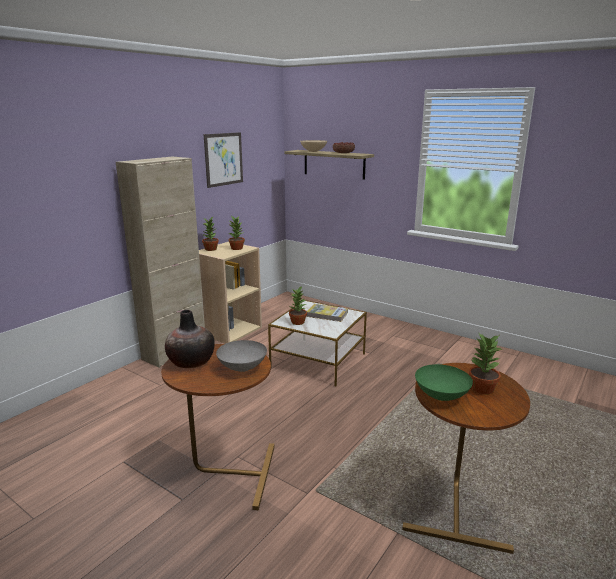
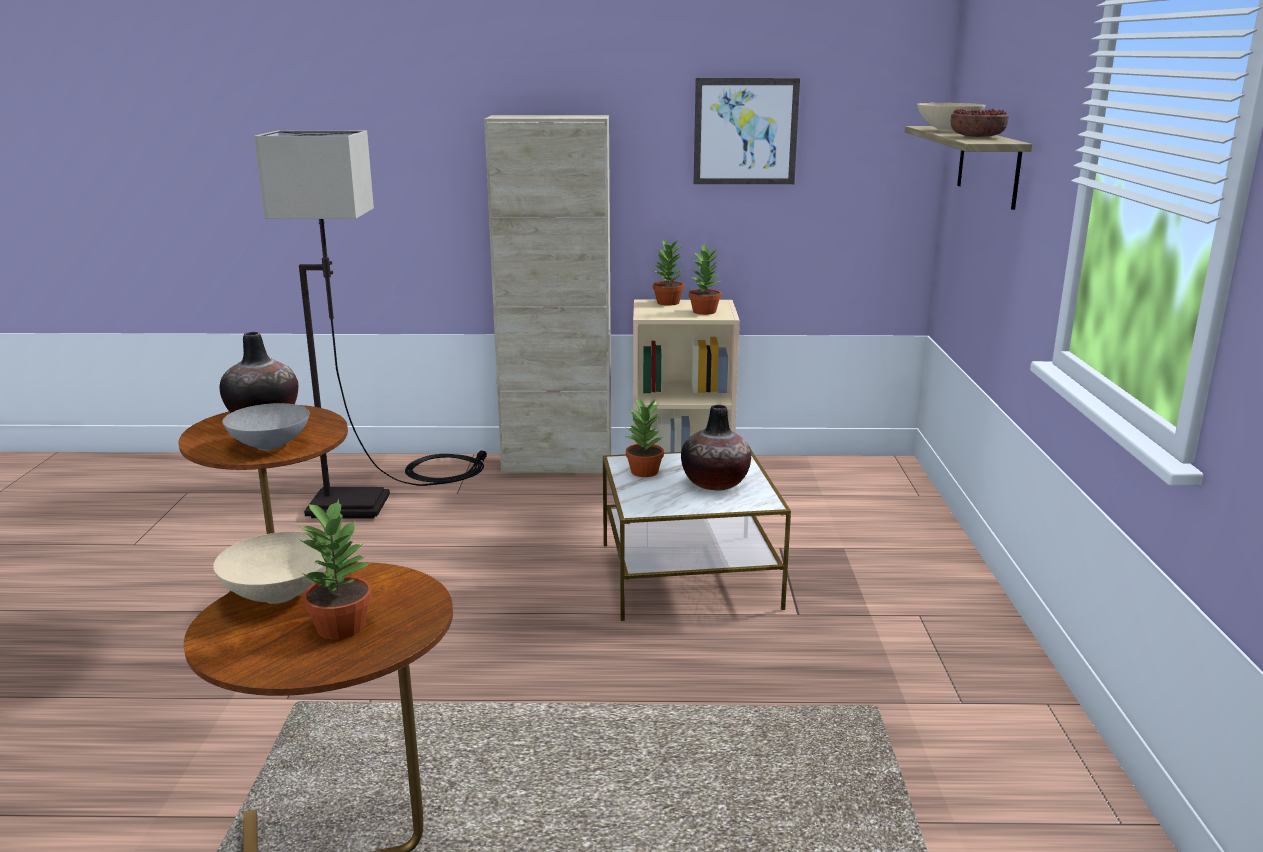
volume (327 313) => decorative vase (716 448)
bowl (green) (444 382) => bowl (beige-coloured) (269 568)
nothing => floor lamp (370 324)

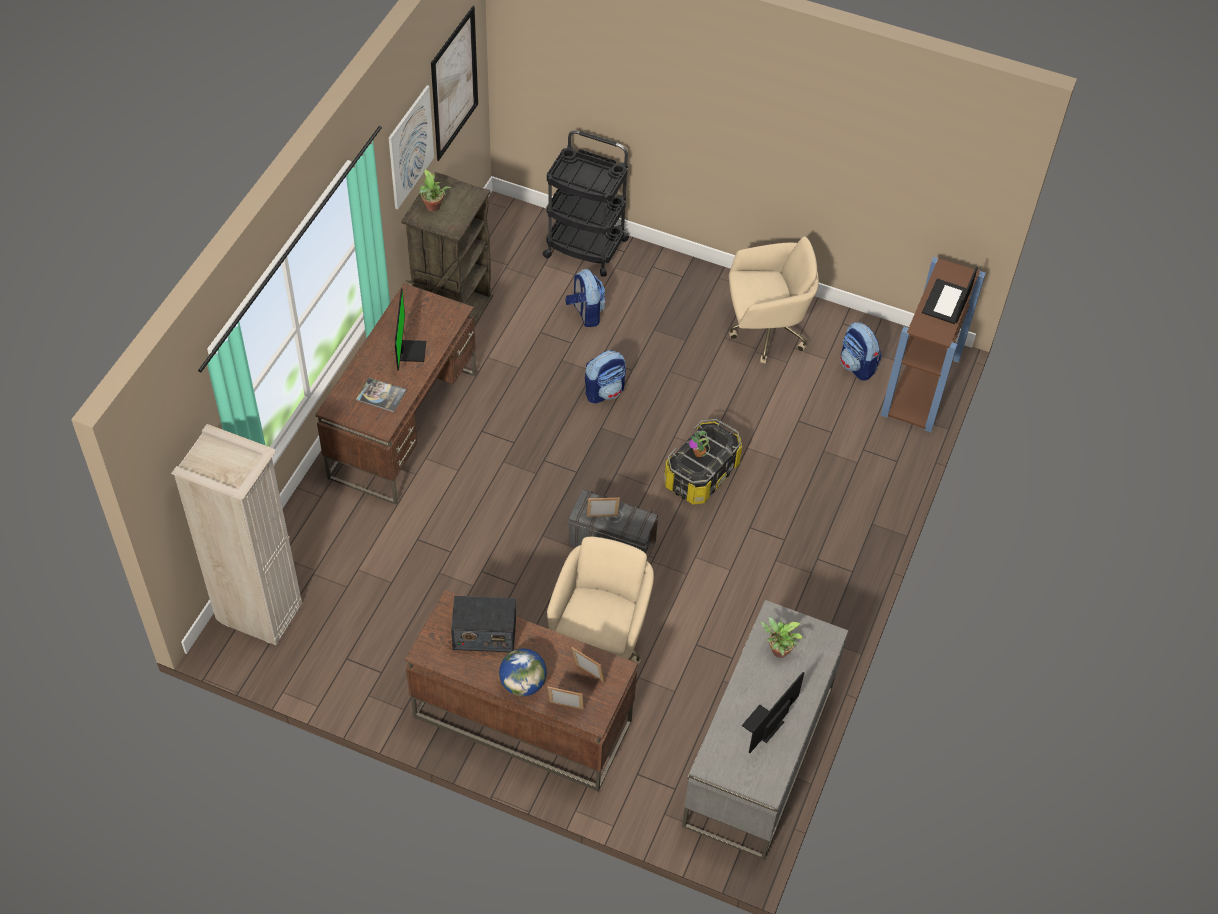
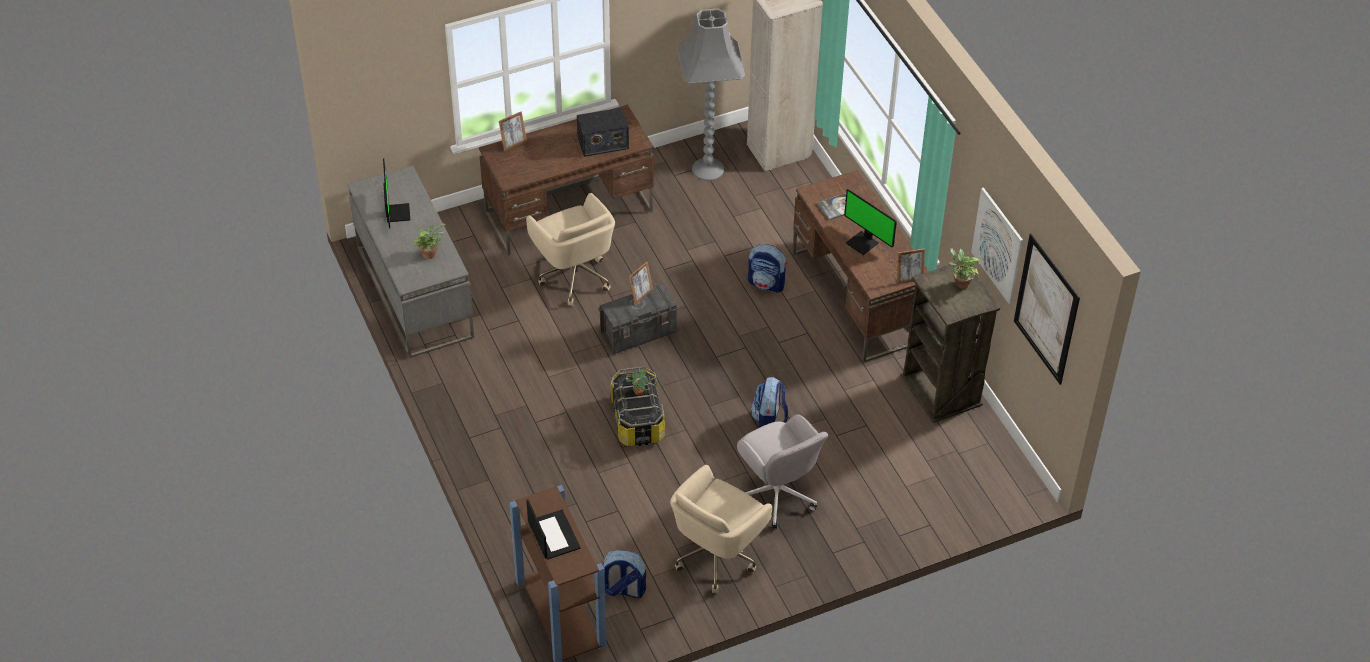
cart (blackish) (586 204) => nothing
backpack (585 298) => backpack (767 268), moved
radio (483 624) => radio (603 132), 150 degrees counterclockwise
picture frame (588 664) => picture frame (911 266), moved
world globe (523 672) => nothing
nothing => floor lamp (gray) (711 95)
nothing => desk chair (gray) (782 471)

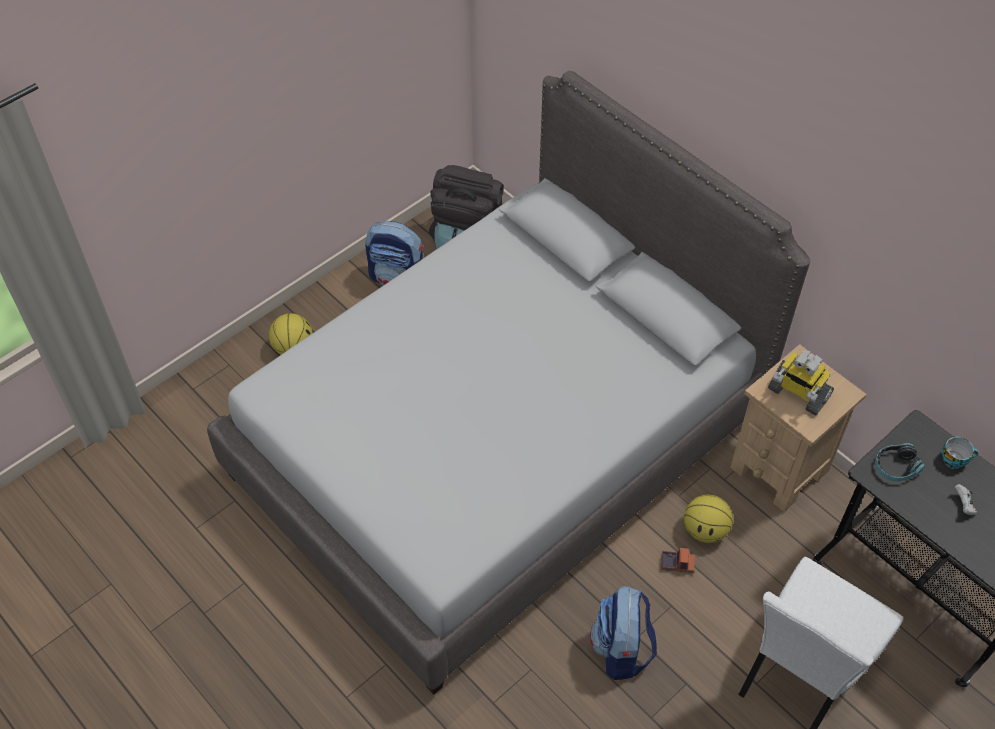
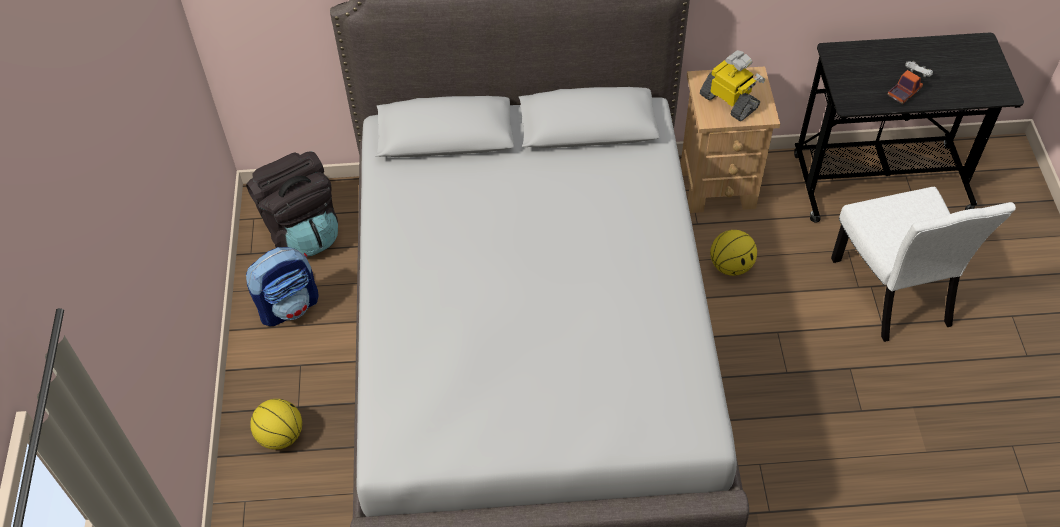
model robot (801 383) => model robot (732 85), 120 degrees counterclockwise
cup (960 453) => nothing
headphones (900 462) => nothing
model truck (678 560) => model truck (905 87), moved
backpack (623 633) => nothing

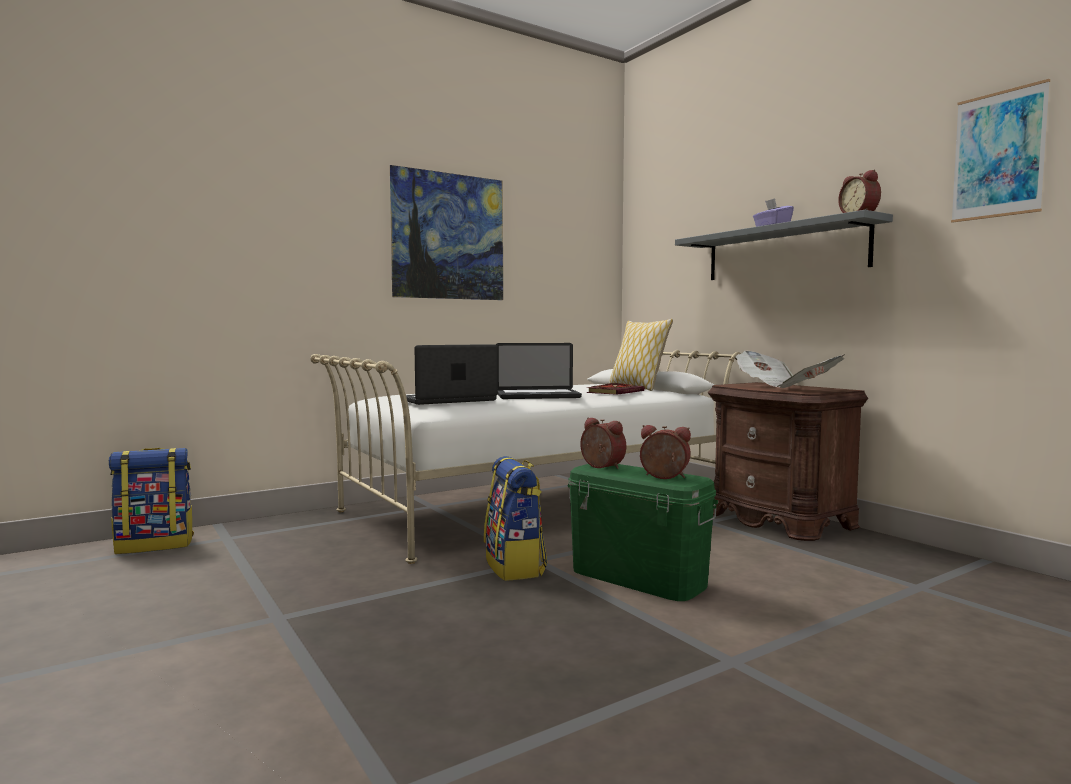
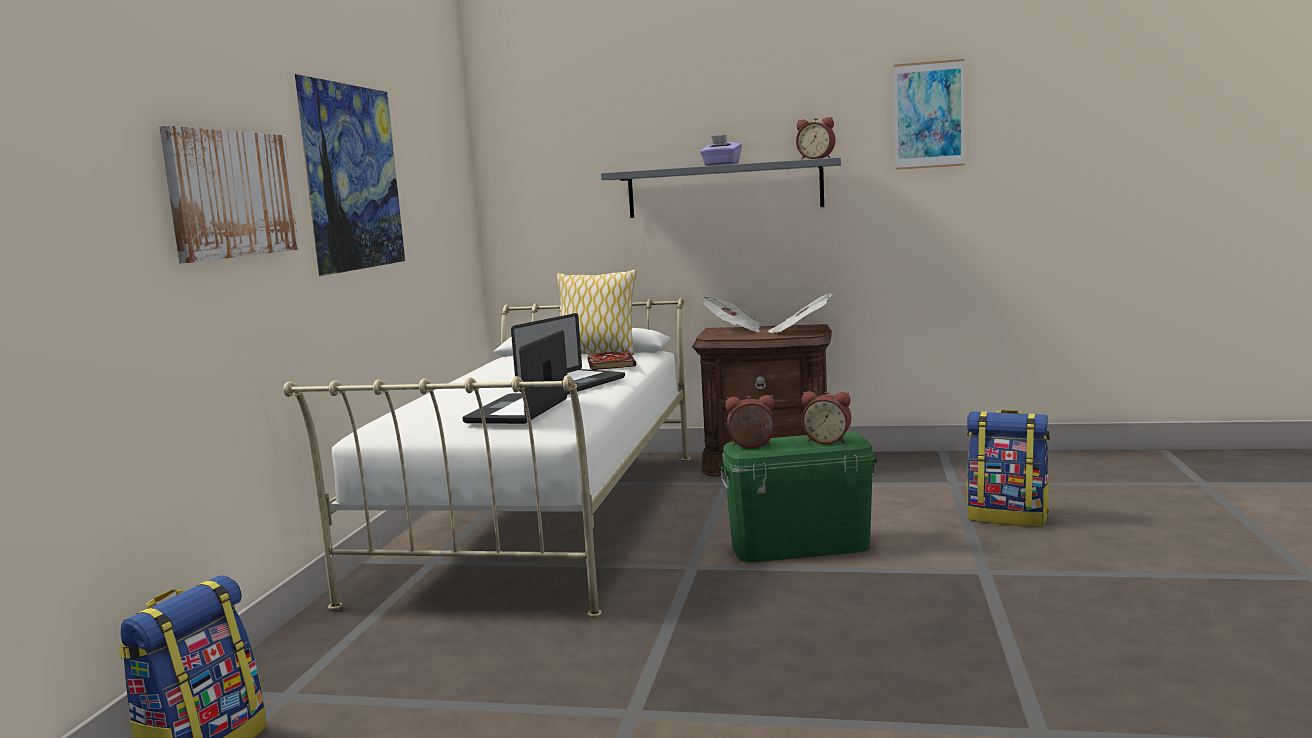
bedside clock (665 452) => bedside clock (826 417), 135 degrees counterclockwise
backpack (516 518) => backpack (1008 468), moved
nothing => wall art (229 194)

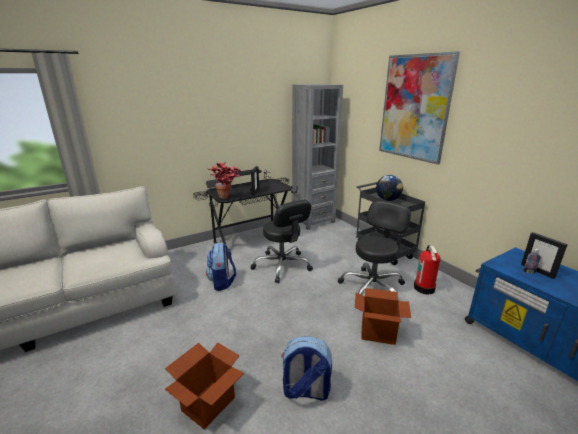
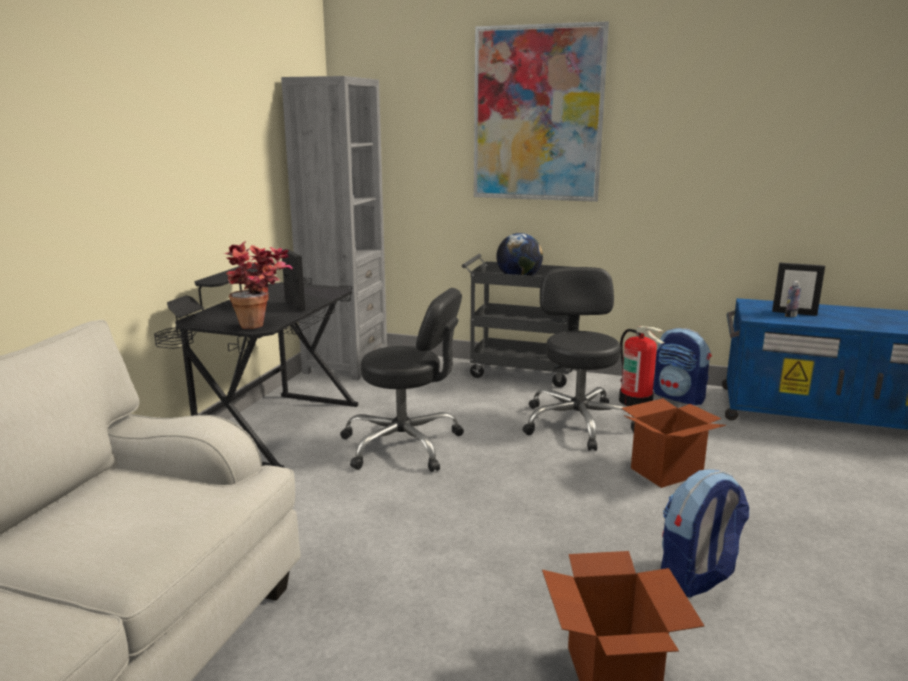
backpack (221 266) => backpack (682 366), moved

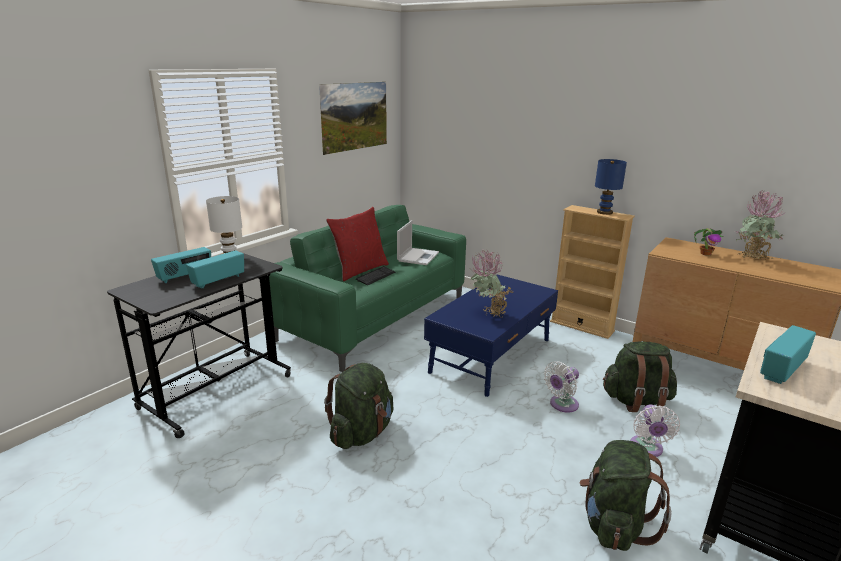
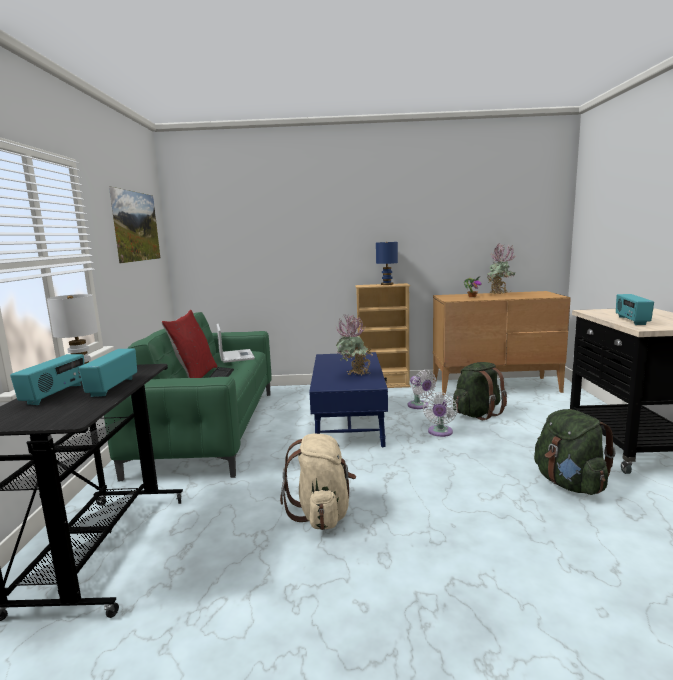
backpack (green) (358 406) => backpack (beige-coloured) (318 481)
cooling fan (whitish) (655 431) => cooling fan (whitish) (422 389), moved

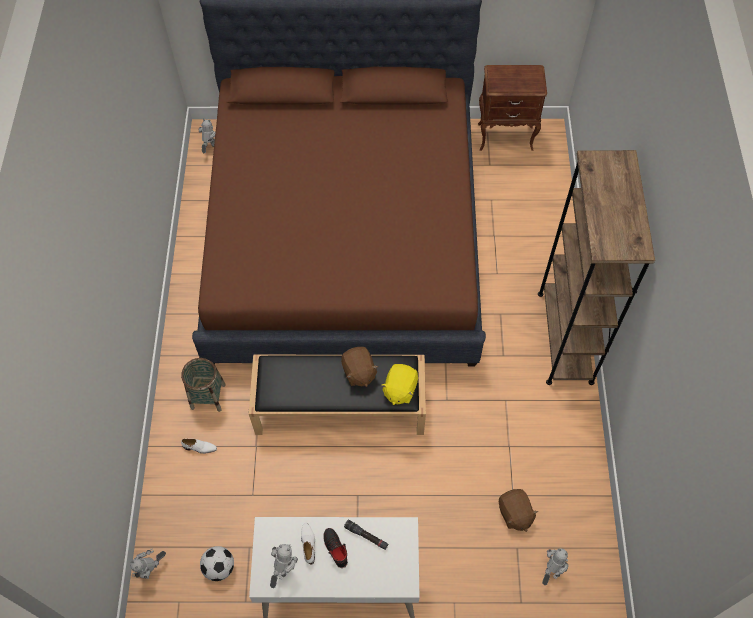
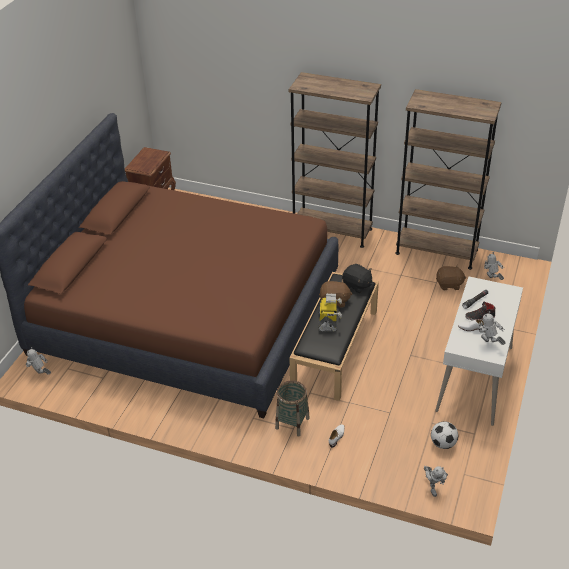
cuddly toy (yellow-coloured) (399 384) => cuddly toy (blackish) (357 278)
nothing => shelving unit (brown) (448 179)
nothing => model robot (330 313)

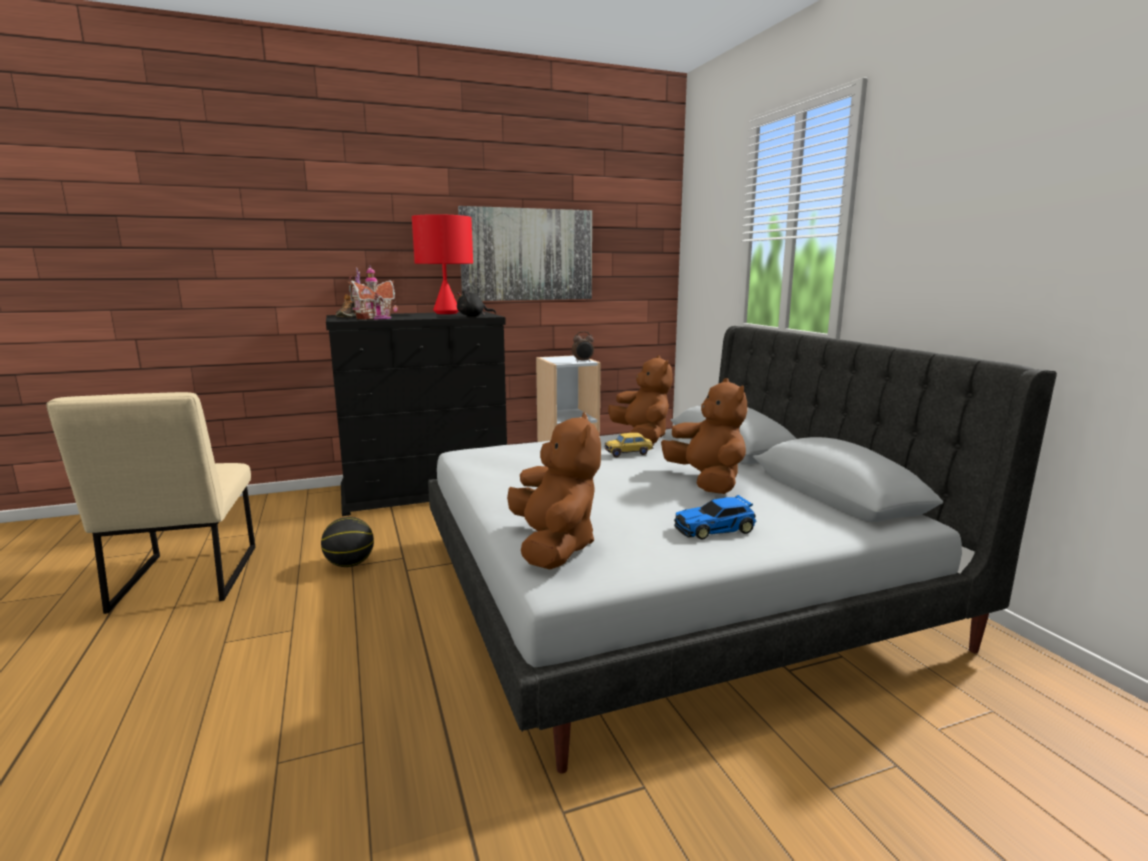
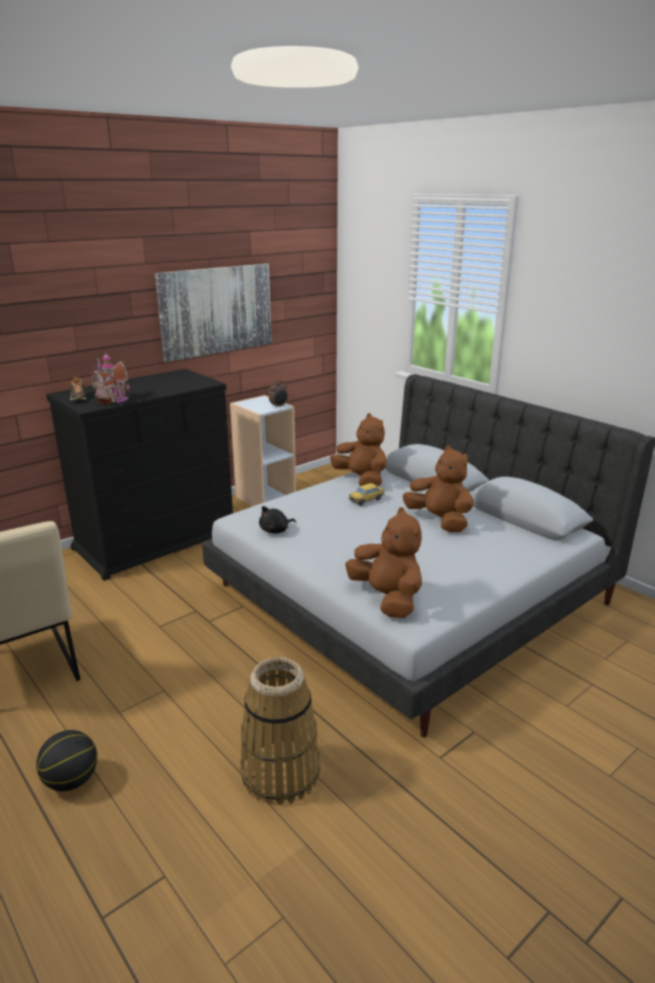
tabletop lamp (red) (442 264) => nothing
cuddly toy (blackish) (476 303) => cuddly toy (blackish) (277 519), moved
miniature car (715 517) => nothing
basketball (347 542) => basketball (66 760), moved
nothing => storage basket (280 731)

